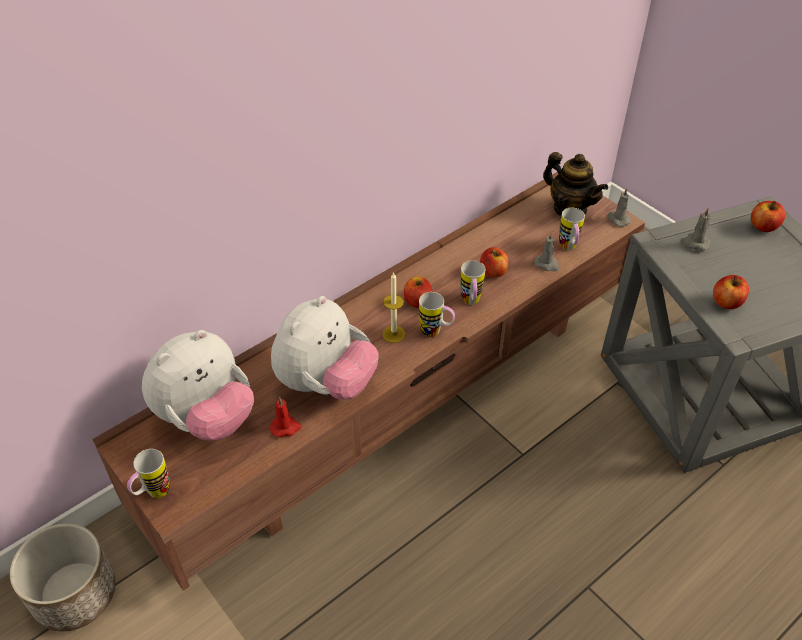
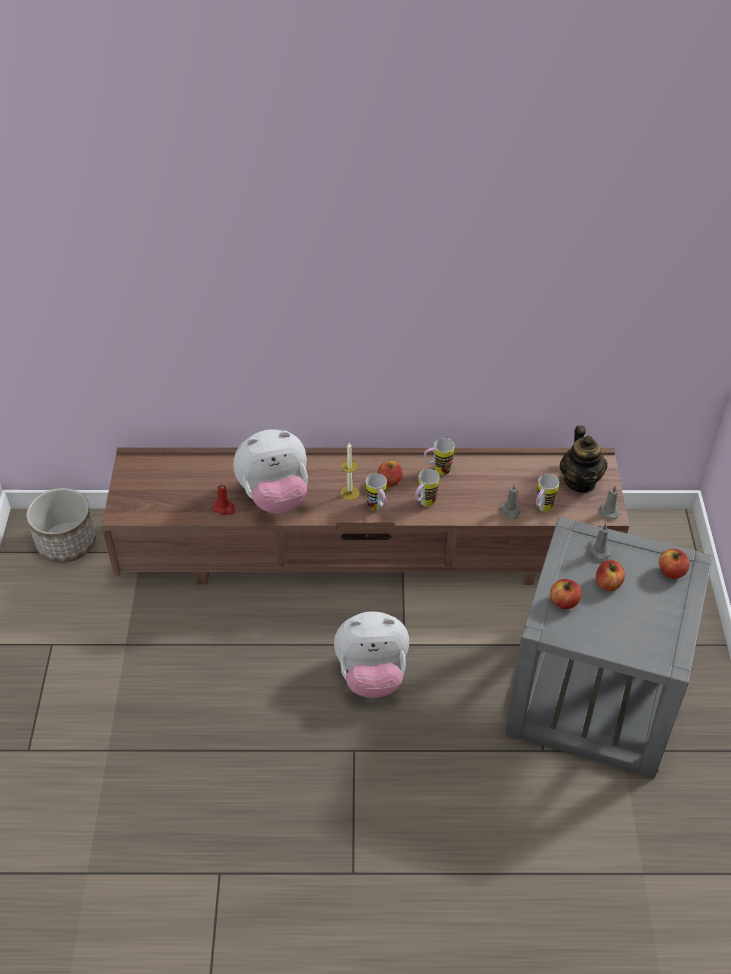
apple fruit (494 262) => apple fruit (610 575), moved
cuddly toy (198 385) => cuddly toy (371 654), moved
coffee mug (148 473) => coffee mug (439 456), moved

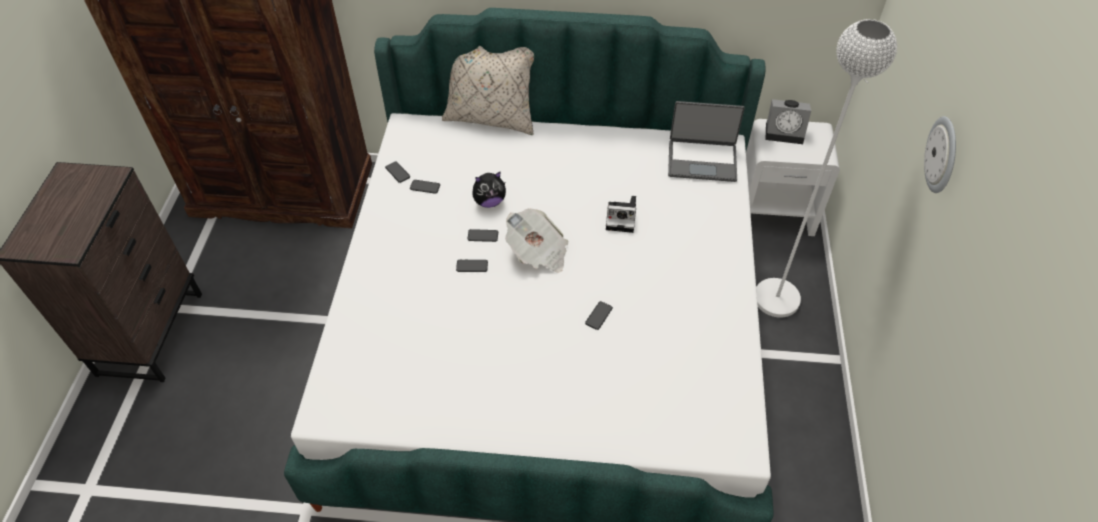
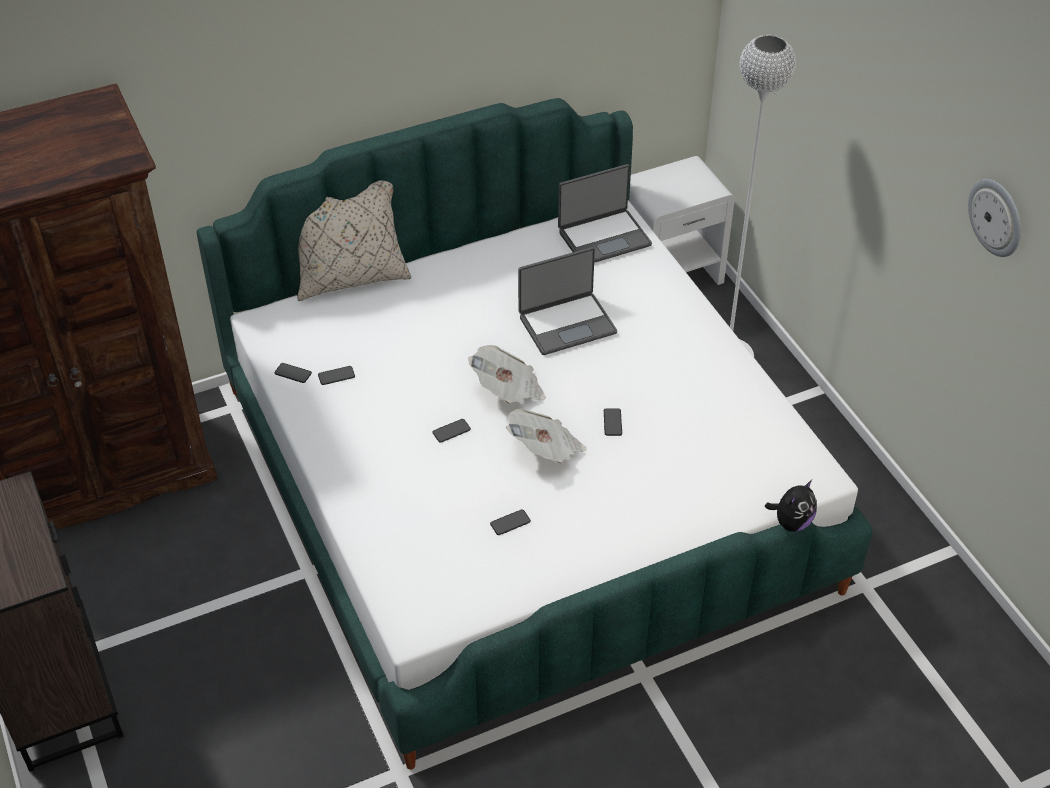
bedside clock (788 121) => nothing
hanging clock (940 154) => hanging clock (994 218), moved
cuddly toy (489 190) => cuddly toy (791 506), moved
still camera (621 214) => portable computer (567 301)
handset (482 235) => handset (510 522), moved
nothing => daily paper (546 435)

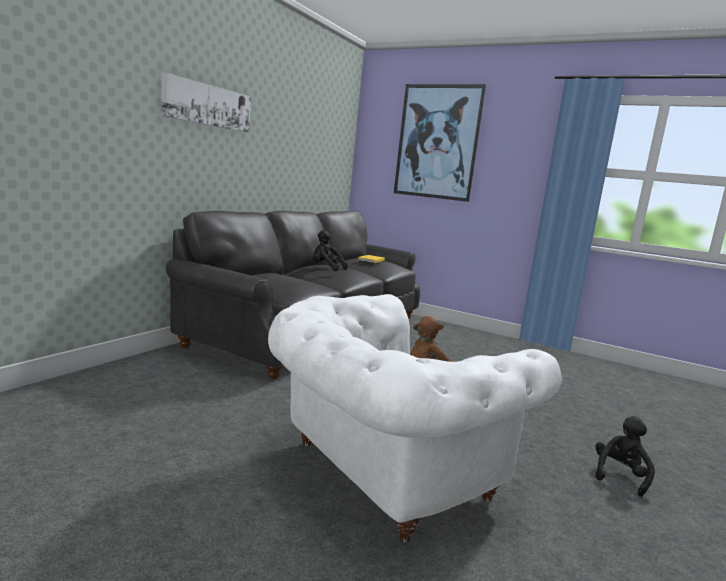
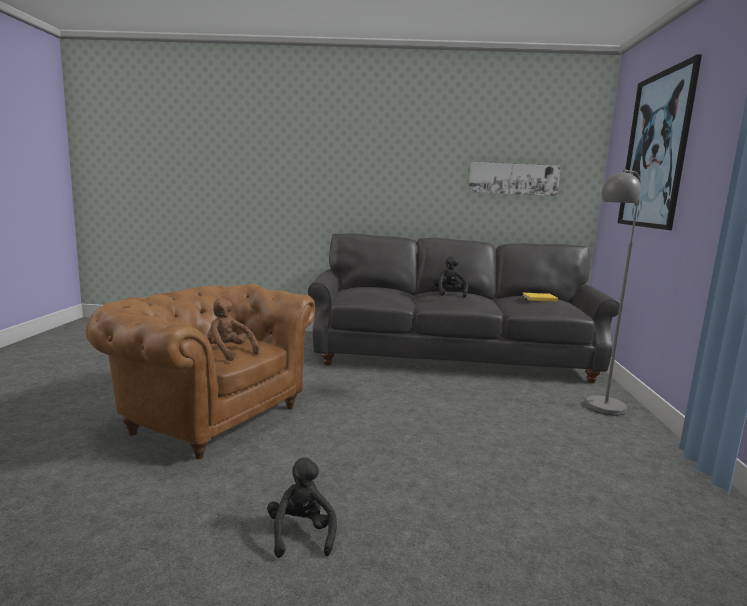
wall art (206 103) => wall art (514 179), moved
lounge chair (whitish) (415 418) => lounge chair (brown) (200 371)
cuddly toy (blackish) (625 456) => cuddly toy (blackish) (302 507), 105 degrees counterclockwise
nothing => floor lamp (gray) (613 293)

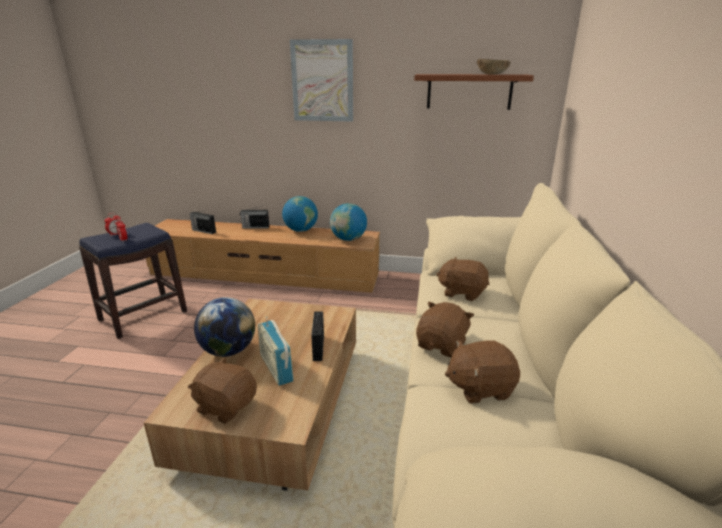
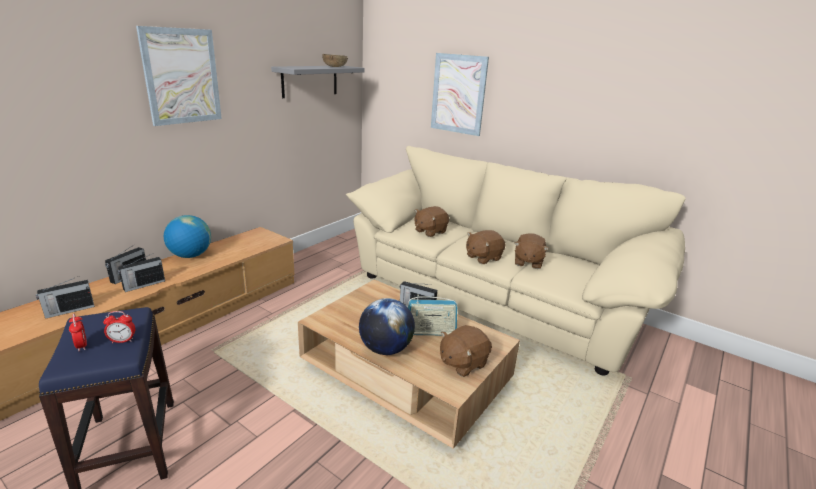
bracket shelf (brown) (474 92) => bracket shelf (gray) (317 82)
world globe (348 222) => nothing
cuddly toy (brown) (445 329) => cuddly toy (brown) (485 247), 90 degrees counterclockwise
nothing => wall art (460 94)
nothing => radio (141 273)

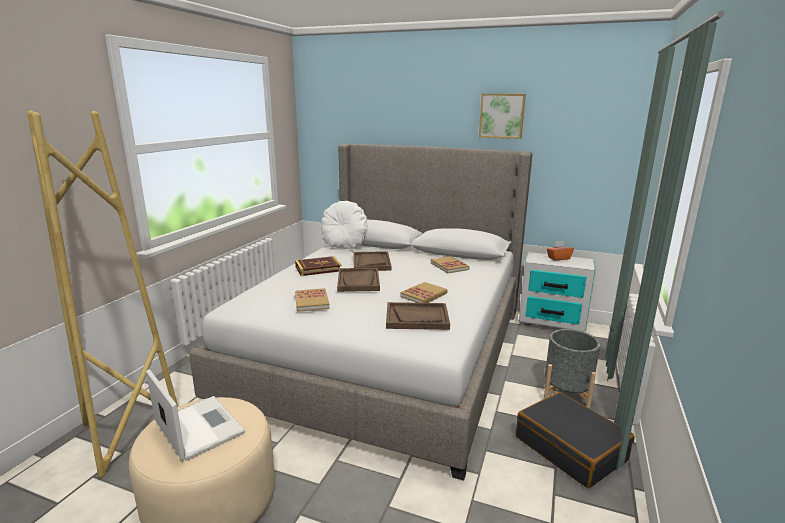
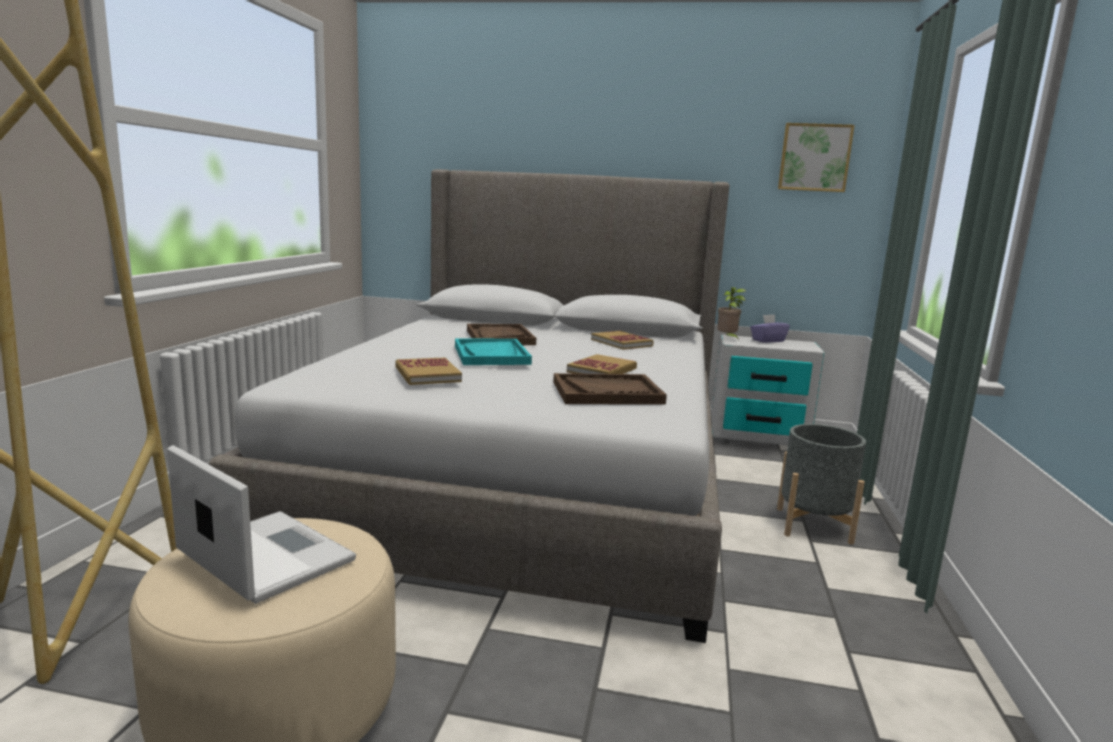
wall art (502 116) => wall art (816 157), moved
throw pillow (whitish) (344 225) => nothing
box of tissues (orange) (560 250) => box of tissues (purple) (770 328)
volume (318 266) => nothing
carrying tray (brown) (358 280) => carrying tray (blue-green) (493 352)
suitcase (blackish) (575 440) => nothing
nothing => houseplant (732 313)

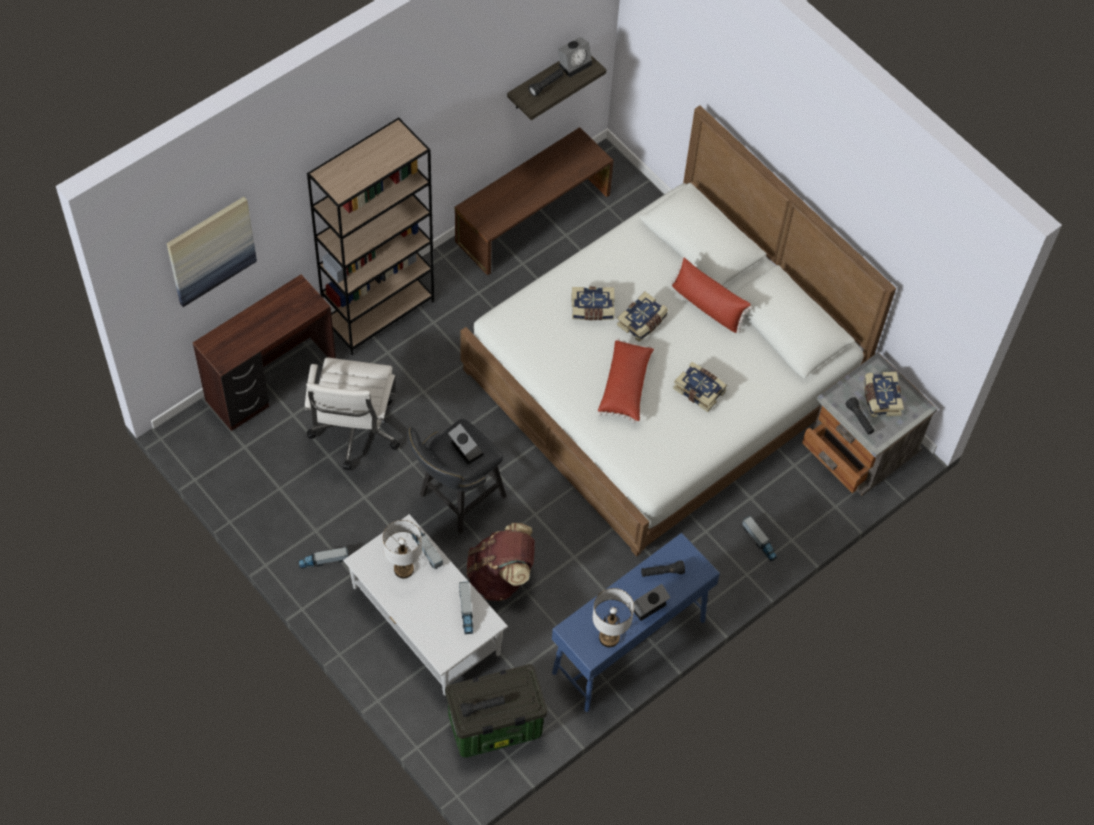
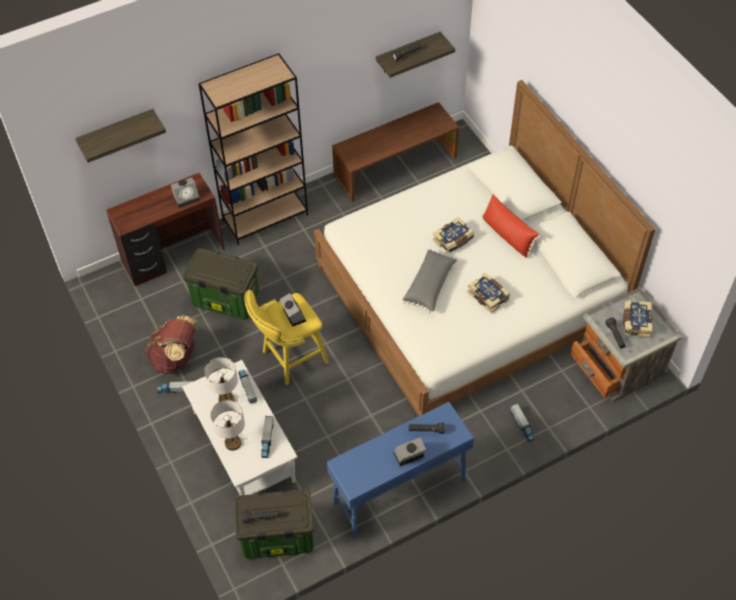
bedside clock (575 57) => bedside clock (185 192), moved
wall art (212 252) => bracket shelf (120 136)
volume (593 303) => nothing
throw pillow (red) (626 381) => throw pillow (gray) (429 280)
desk chair (whitish) (352 413) => storage bin (221 284)
stool (gray) (457 476) => stool (yellow-coloured) (286 337)
backpack (brown) (501 562) => backpack (brown) (171 344), moved
tabletop lamp (613 617) => tabletop lamp (228 425), moved

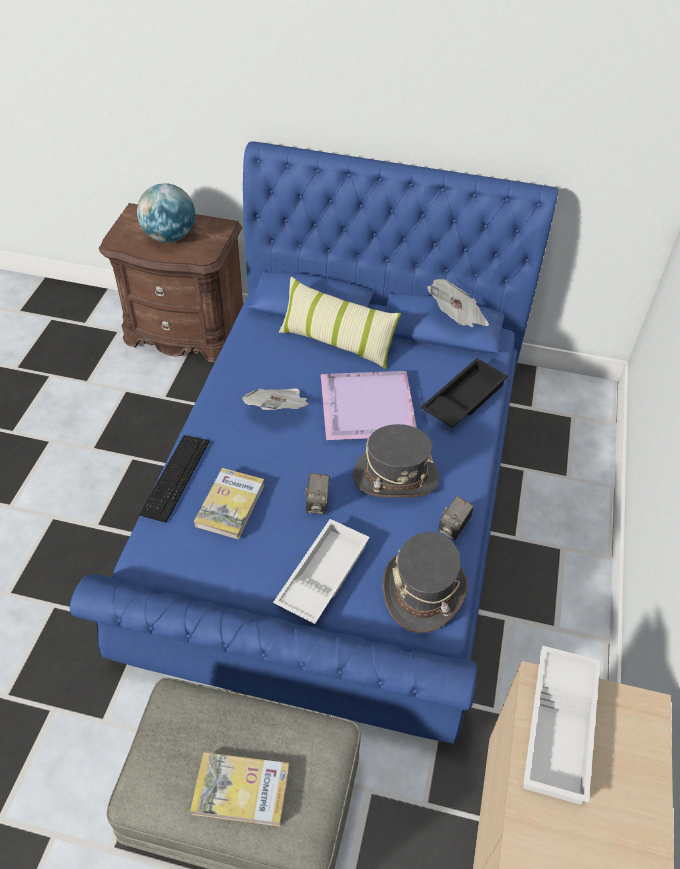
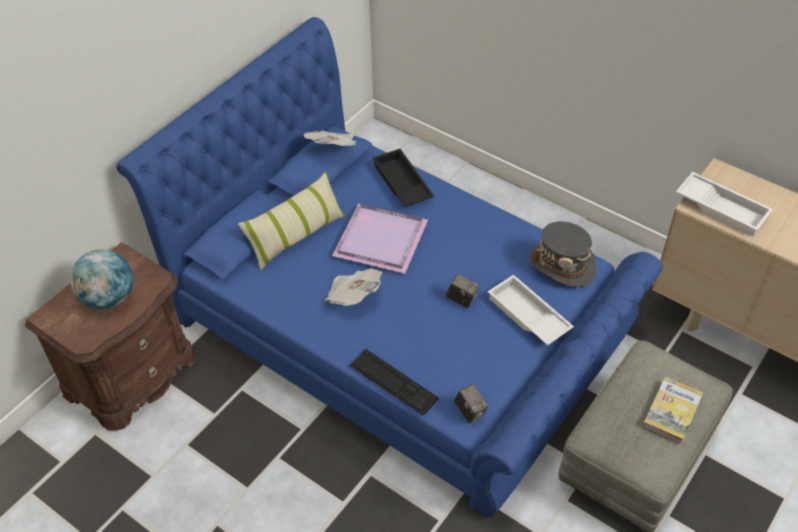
clothing hat (gray) (396 461) => nothing
volume (229 504) => nothing
still camera (456 518) => still camera (471 403), moved

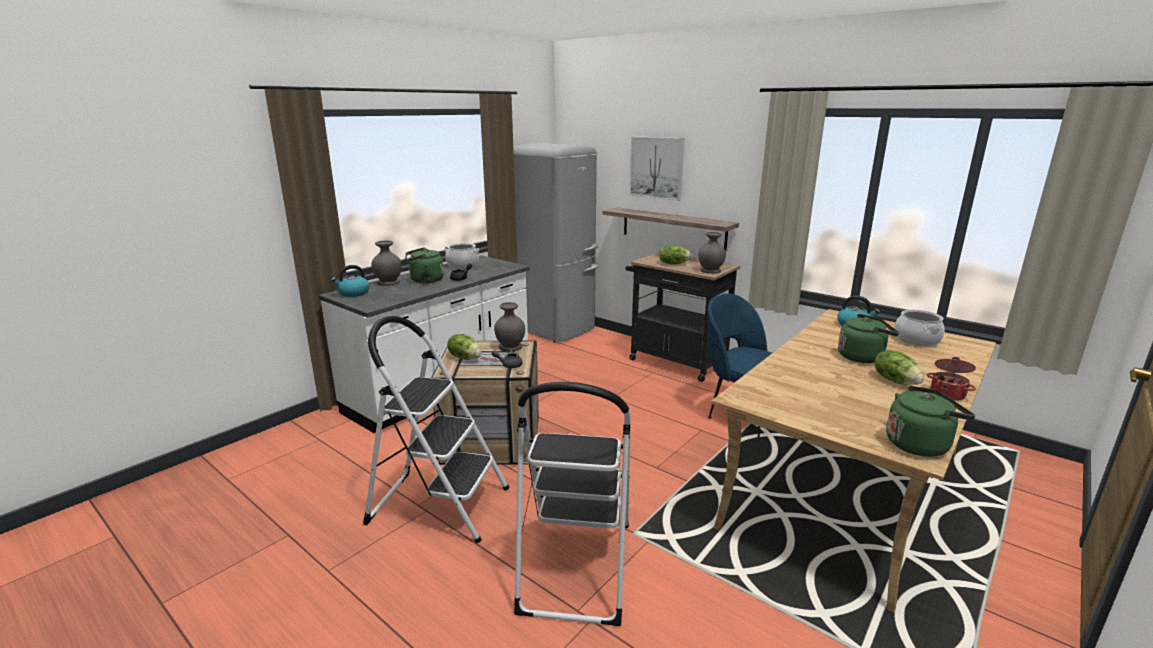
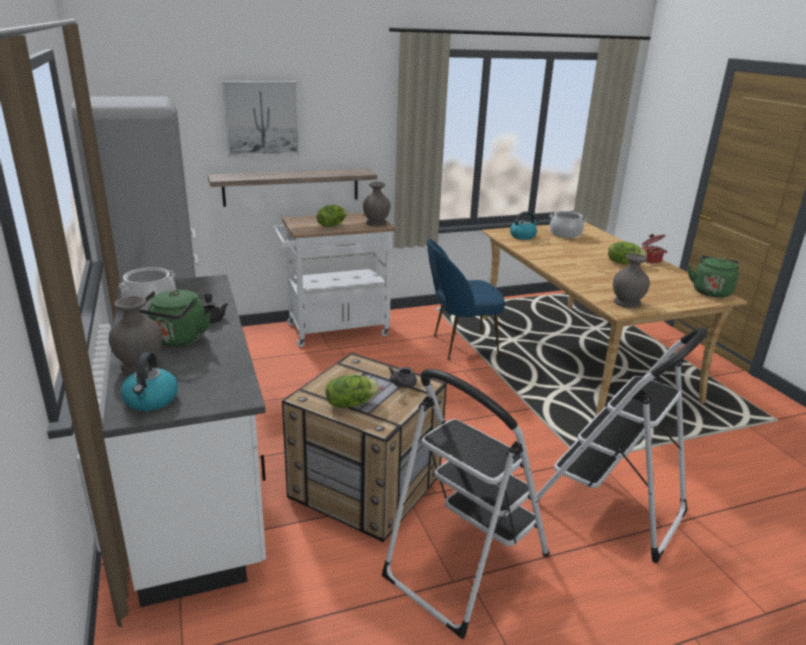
cart (blackish) (682 317) => cart (whitish) (334 279)
decorative vase (gray) (509 327) => decorative vase (gray) (631 280), moved
tea kettle (green) (868 338) => nothing

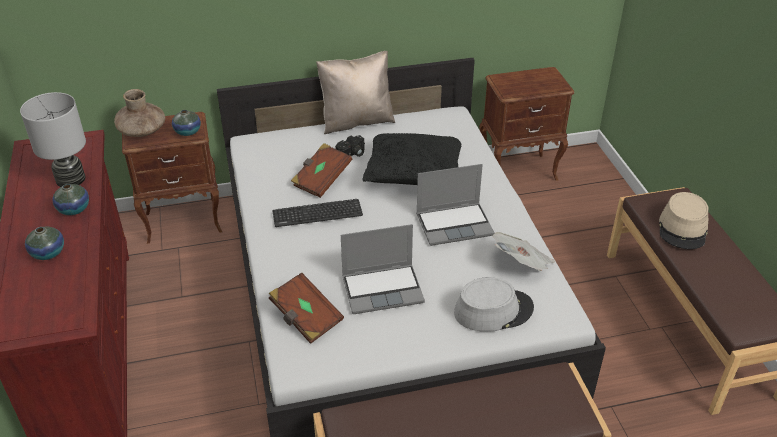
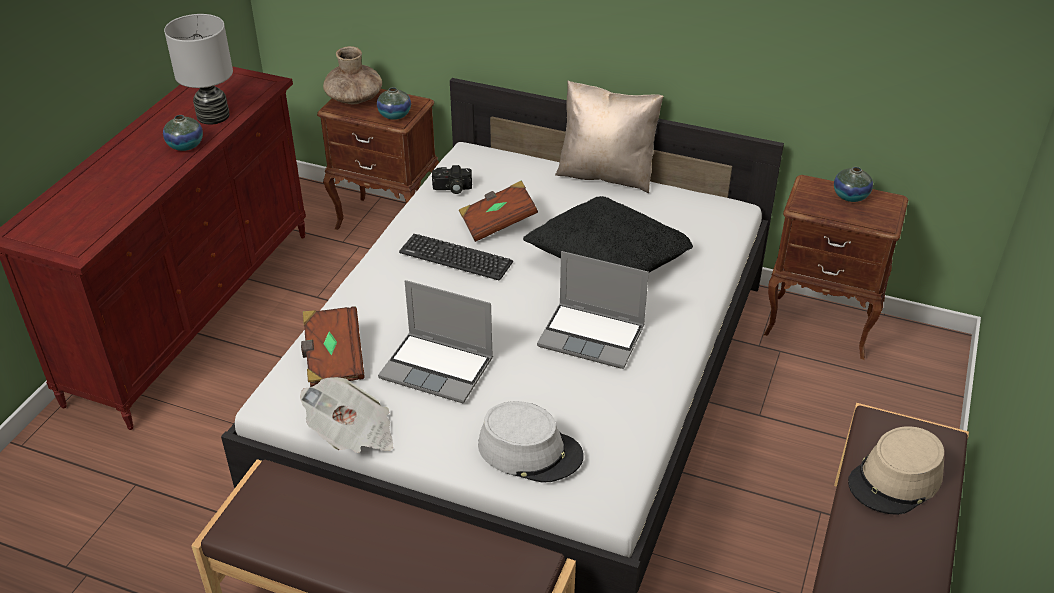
still camera (350 146) => still camera (452 179), moved
decorative vase (44 243) => decorative vase (853 184), moved
daily paper (524 251) => daily paper (346 415), moved

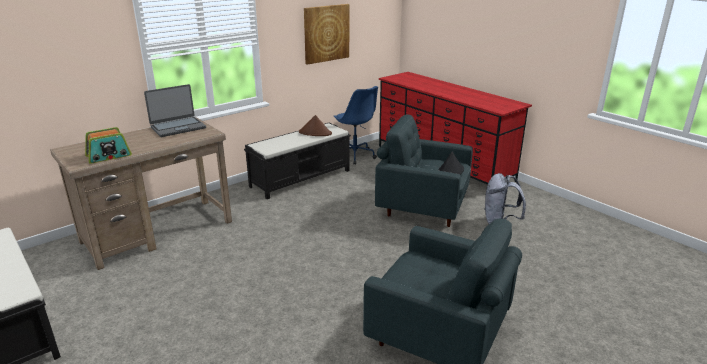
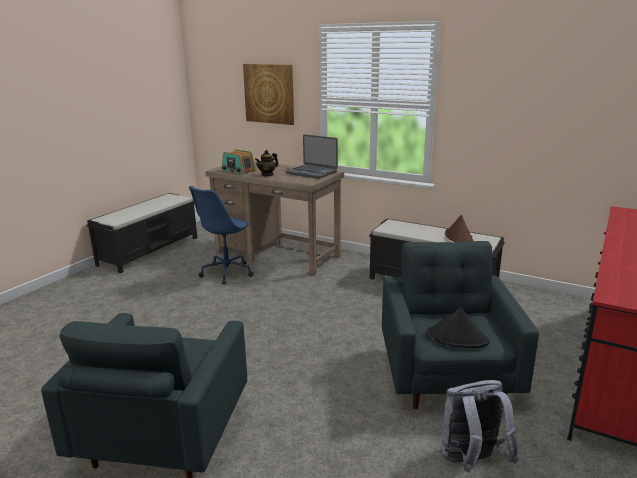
wall art (327 34) => wall art (268 94), moved
desk chair (bluish) (356 125) => desk chair (bluish) (221 235), moved
nothing => teapot (267 163)

